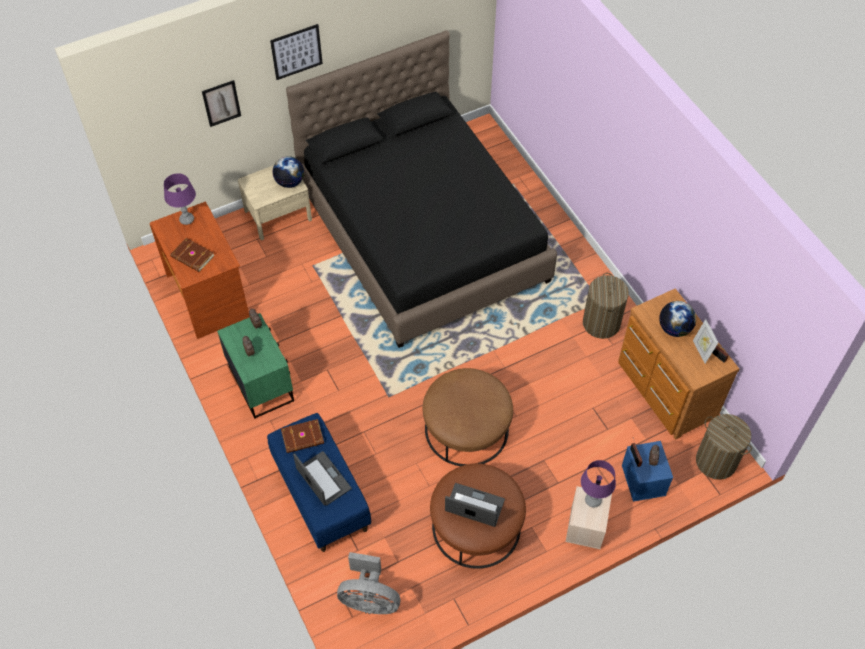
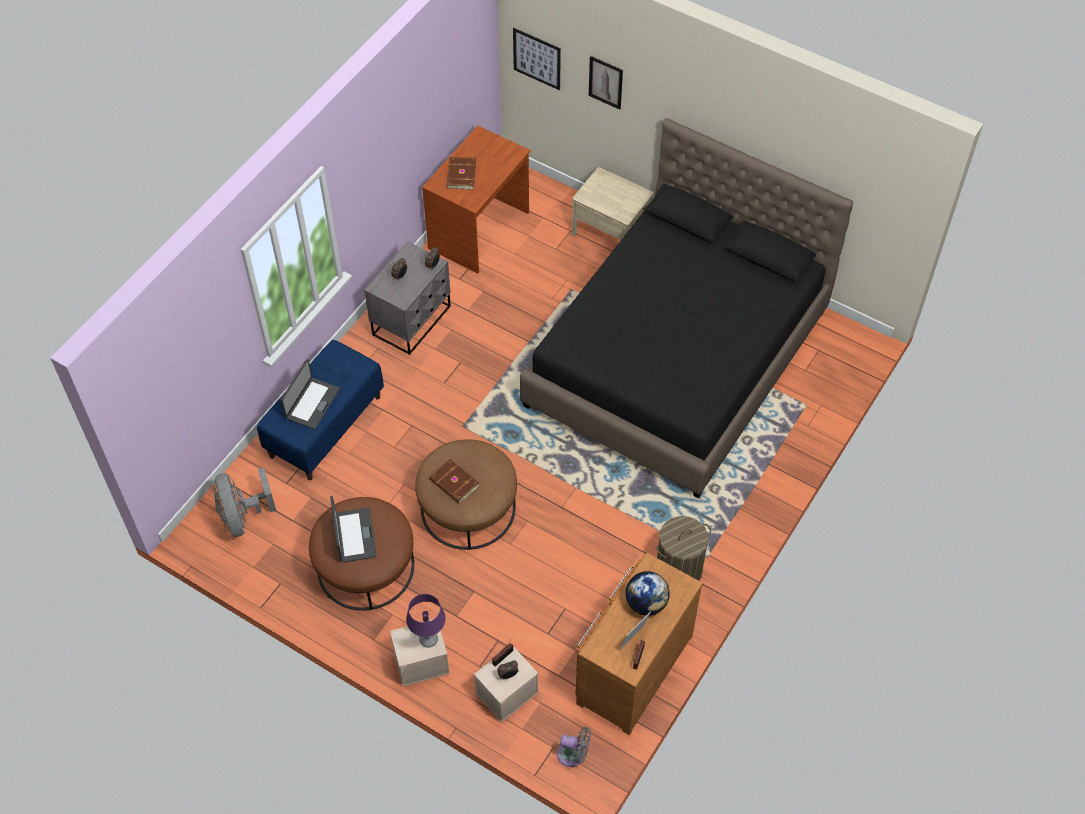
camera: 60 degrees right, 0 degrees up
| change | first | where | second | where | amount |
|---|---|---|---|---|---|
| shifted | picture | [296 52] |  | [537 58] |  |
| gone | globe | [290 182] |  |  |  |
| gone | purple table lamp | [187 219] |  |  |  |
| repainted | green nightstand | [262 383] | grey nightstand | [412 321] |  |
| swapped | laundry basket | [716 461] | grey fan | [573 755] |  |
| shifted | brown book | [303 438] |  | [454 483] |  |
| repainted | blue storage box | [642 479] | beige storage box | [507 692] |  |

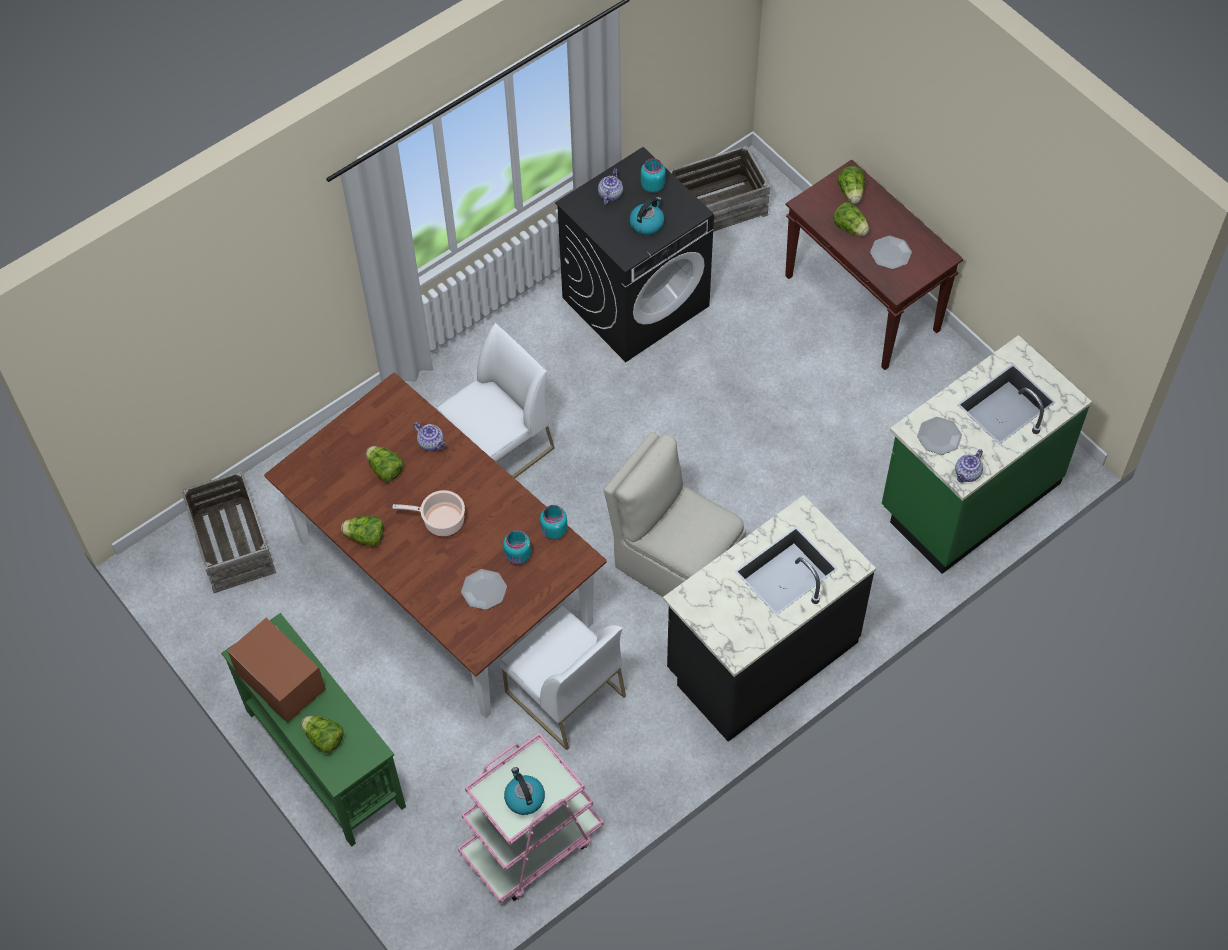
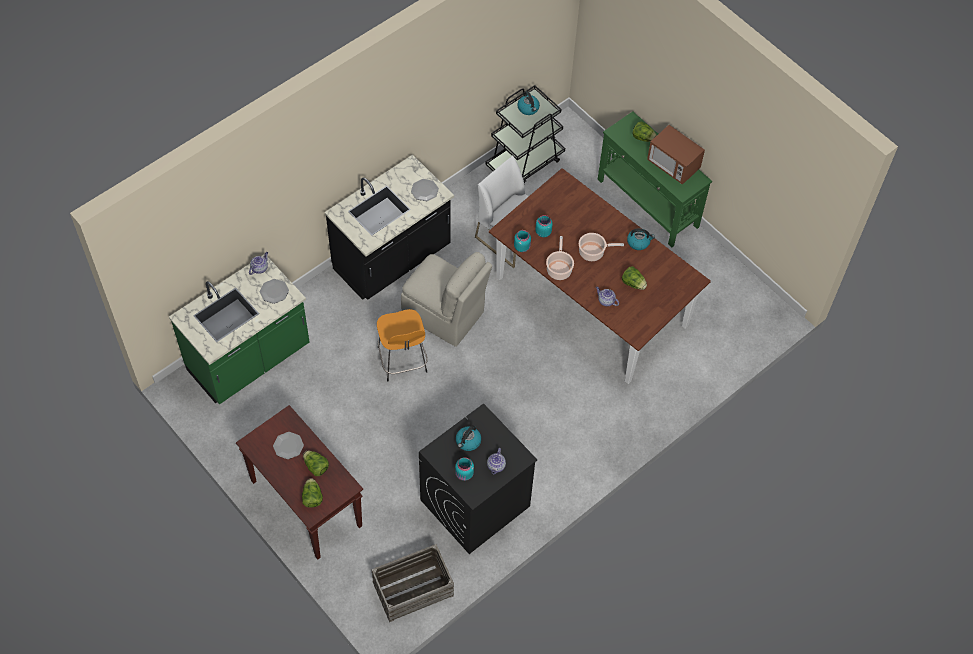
camera: 175 degrees right, 0 degrees up
| change | first | where | second | where | amount |
|---|---|---|---|---|---|
| gone | white chair | [498 448] |  |  |  |
| gone | crate | [233 543] |  |  |  |
| swapped | lettuce | [365 537] | kettle | [638 242] |  |
| shifted | plate | [484 590] |  | [424 190] |  |
| repainted | pink cart | [531 843] | black cart | [525 162] |  |
| new |  |  | cooking pot | [559 269] |  |
| new |  |  | orange stool | [402 361] |  |

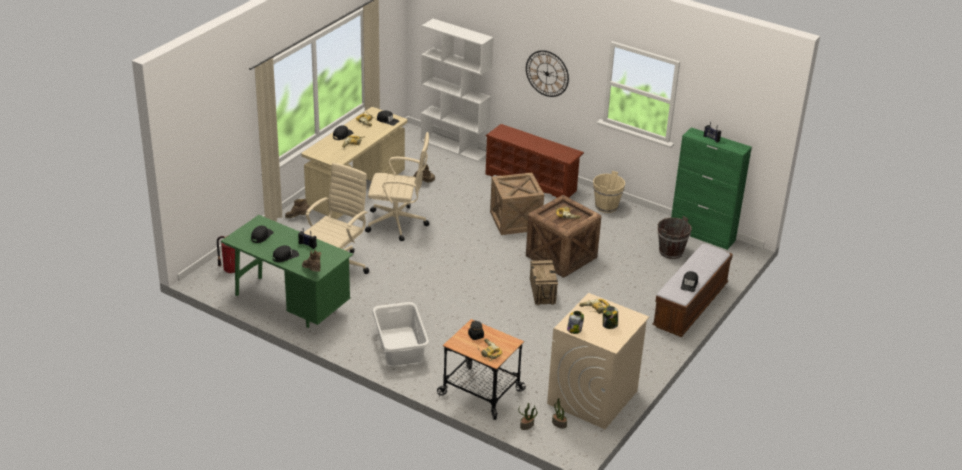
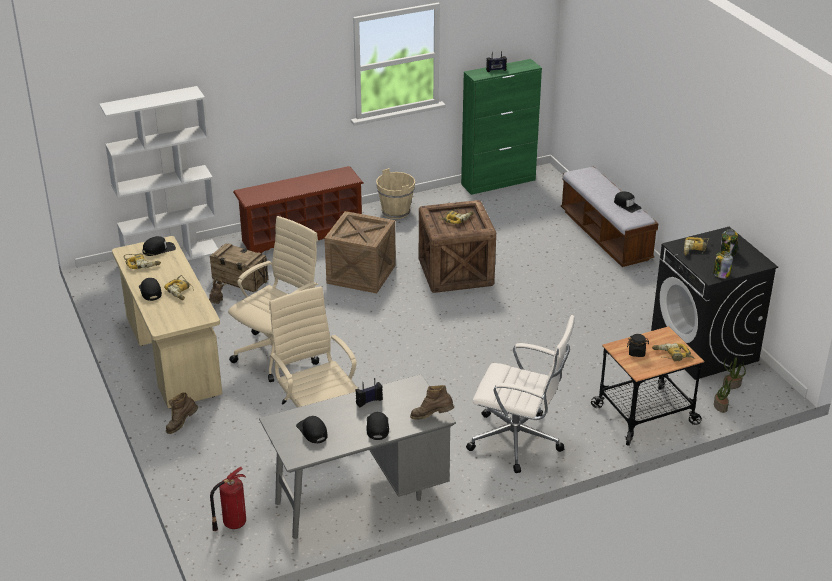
camera: 55 degrees left, 0 degrees up
| change | first | where | second | where | amount |
|---|---|---|---|---|---|
| gone | wall clock | [547 73] |  |  |  |
| repainted | green desk | [289 304] | grey desk | [359 498] |  |
| gone | brown bucket | [671 252] |  |  |  |
| shifted | crate | [542 291] |  | [239 280] |  |
| repainted | beige washing machine | [592 398] | black washing machine | [704 348] |  |
| swapped | white laundry basket | [399 346] | white office chair | [518 441] |  |

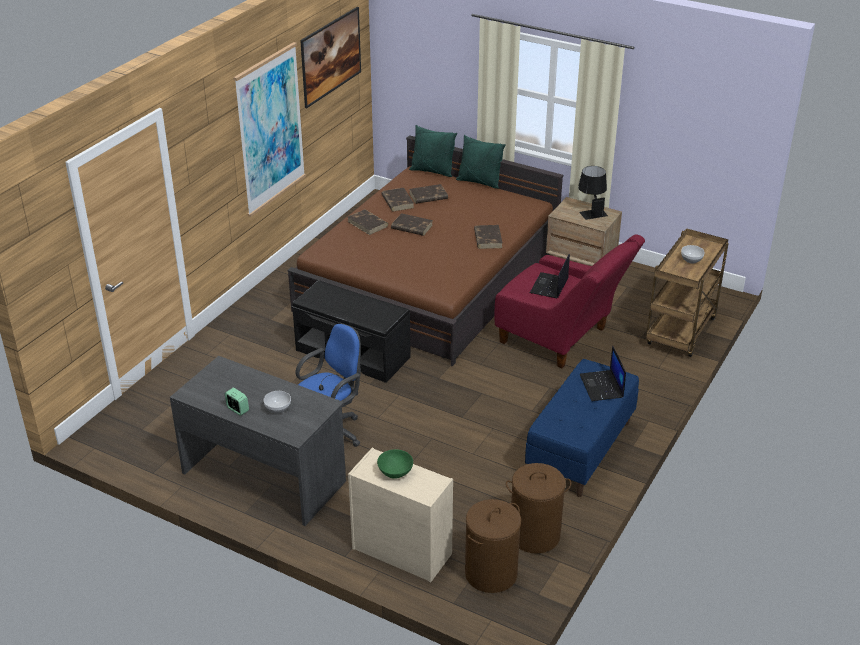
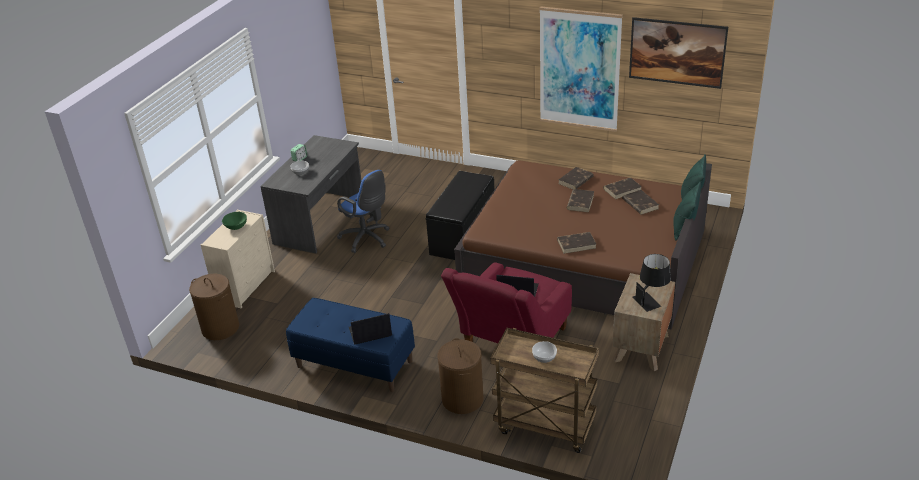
camera: 85 degrees right, 0 degrees up
| change | first | where | second | where | amount |
|---|---|---|---|---|---|
| shifted | brown laundry basket | [535 535] |  | [462 399] |  |

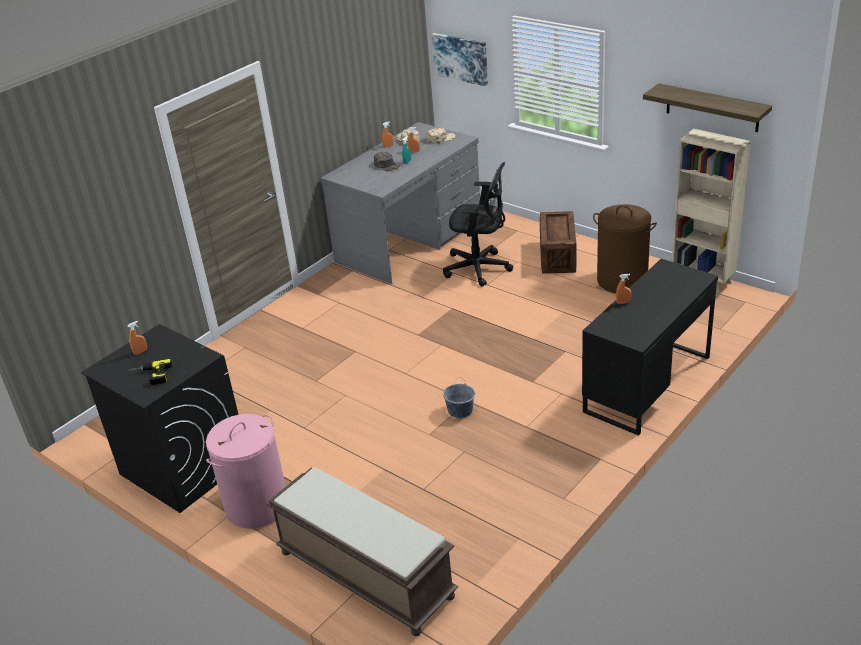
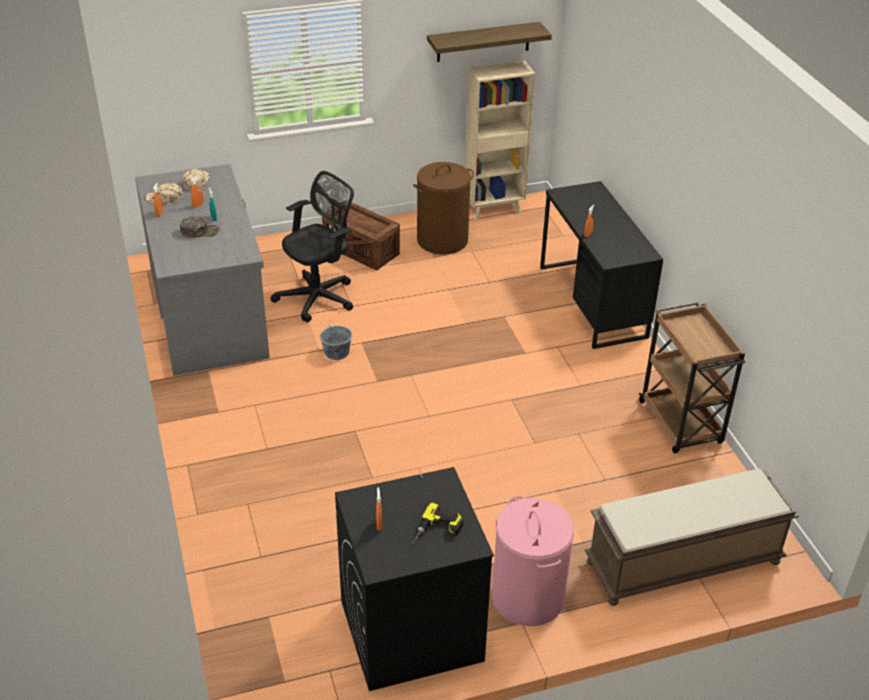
camera: 60 degrees left, 5 degrees up
| change | first | where | second | where | amount |
|---|---|---|---|---|---|
| gone | picture | [461 58] |  |  |  |
| shifted | grey bucket | [460 410] |  | [337 352] |  |
| new |  |  | brown cart | [681 424] |  |

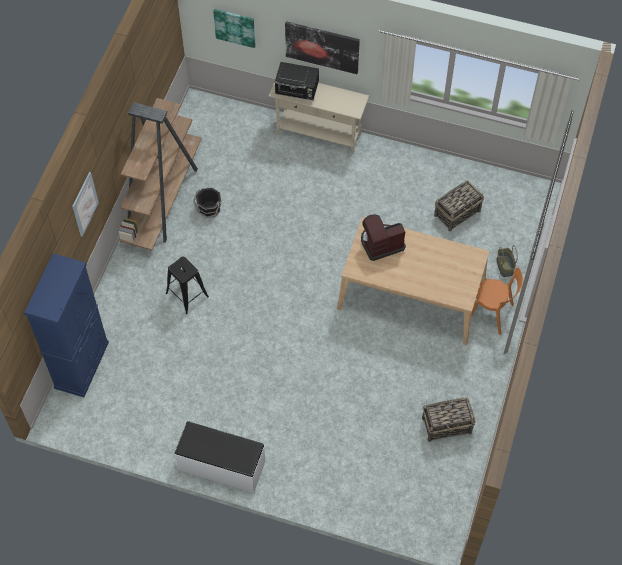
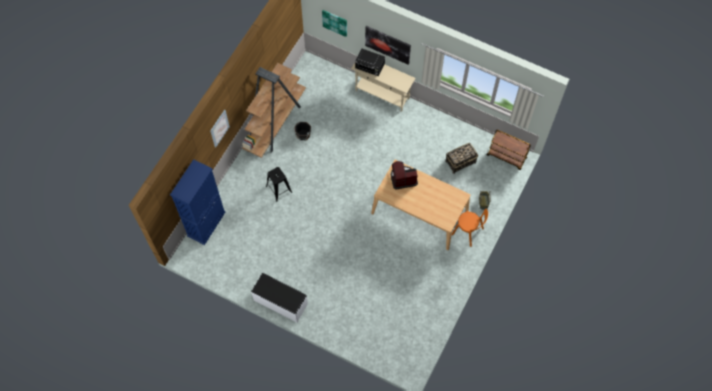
camera: 10 degrees right, 5 degrees up
| change | first | where | second | where | amount |
|---|---|---|---|---|---|
| gone | basket | [447 425] |  |  |  |
| new |  |  | brown cart | [507 156] |  |

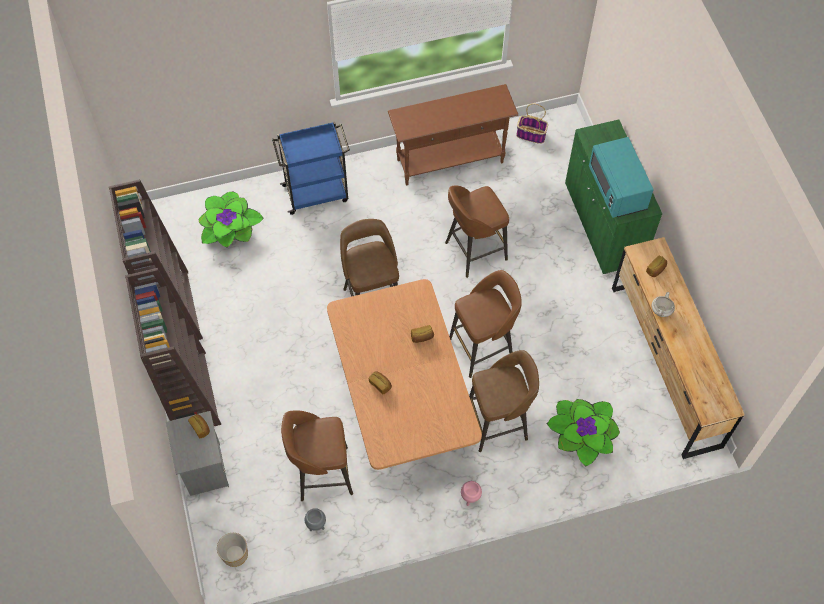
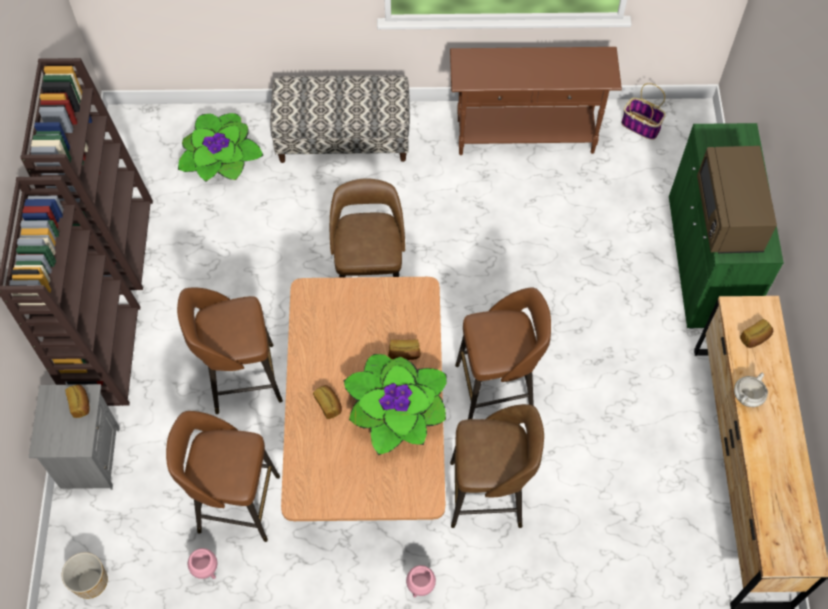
camera: 15 degrees right, 0 degrees up
| change | first | where | second | where | amount |
|---|---|---|---|---|---|
| swapped | blue cart | [317 193] | bench | [343 139] |  |
| repainted | turquoise microwave | [617 189] | brown microwave | [729 216] |  |
| shifted | brown stool | [474 251] |  | [241 379] |  |
| shifted | potted plant | [582 435] |  | [396 412] |  |
| repainted | grey planter | [316 525] | pink planter | [206 571] |  |

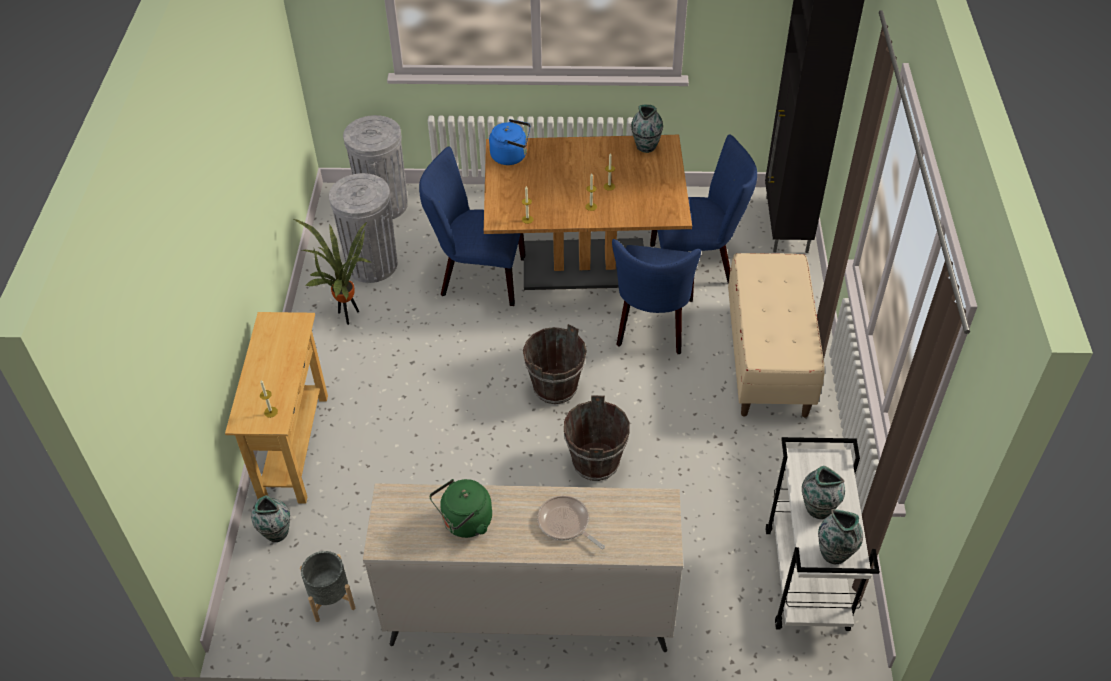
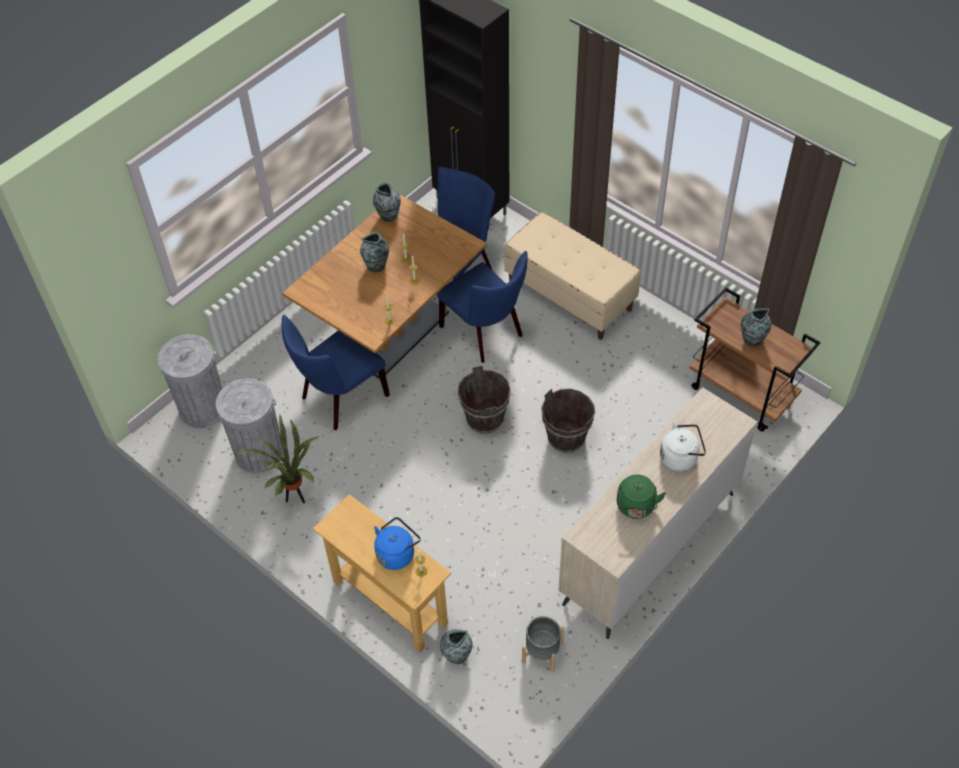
camera: 50 degrees left, 5 degrees up
| change | first | where | second | where | amount |
|---|---|---|---|---|---|
| shifted | blue kettle | [511 156] |  | [397 553] |  |
| repainted | white cart | [807 579] | brown cart | [742 393] |  |
| swapped | frying pan | [566 523] | white kettle | [680 457] |  |
| shifted | vase | [835 553] |  | [376 266] |  |

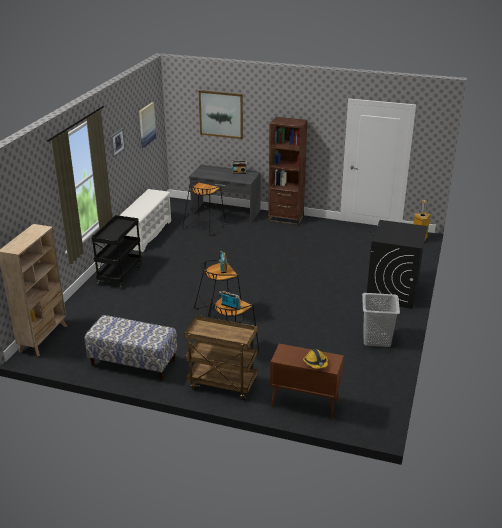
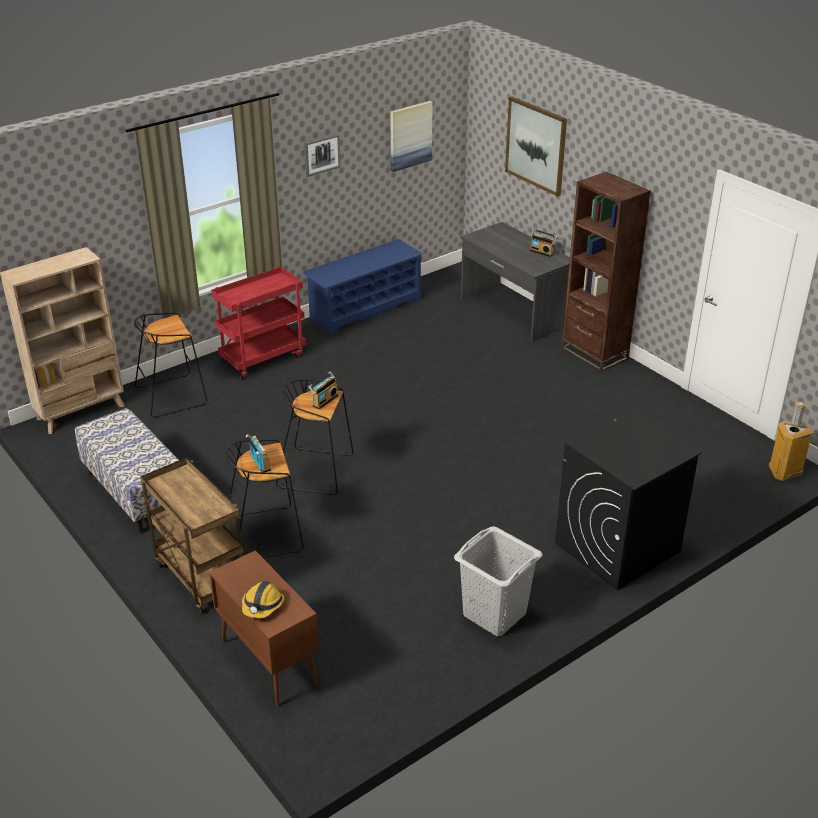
camera: 35 degrees right, 5 degrees up
| change | first | where | second | where | amount |
|---|---|---|---|---|---|
| shifted | black stool | [204 226] |  | [172 395] |  |
| repainted | white shoe rack | [146 234] | blue shoe rack | [365 309] |  |
| repainted | black cart | [120 274] | red cart | [263 358] |  |

